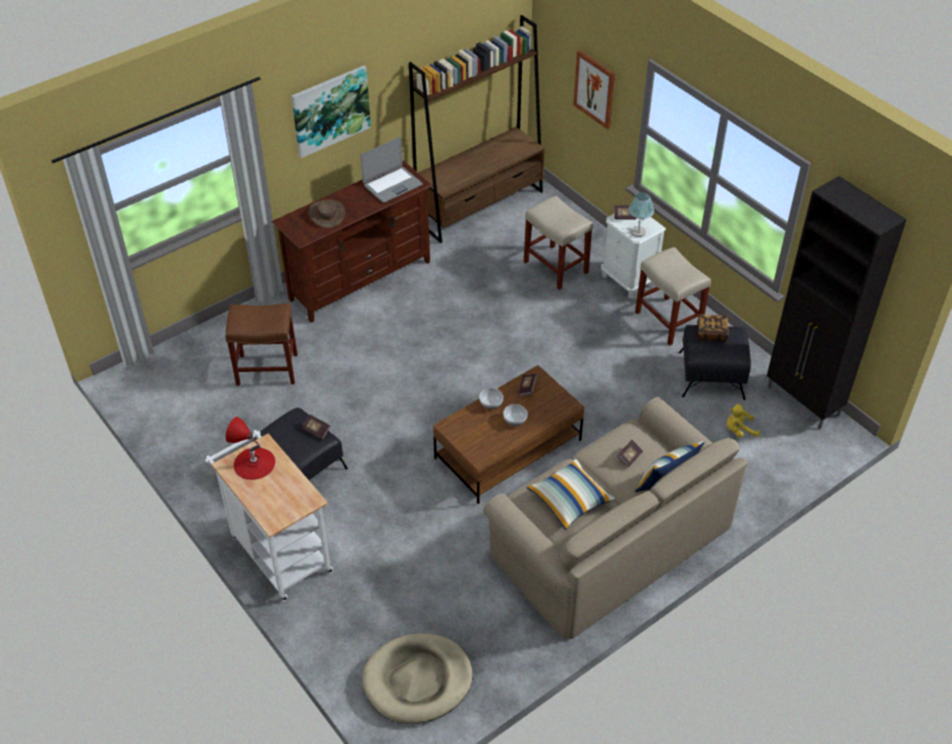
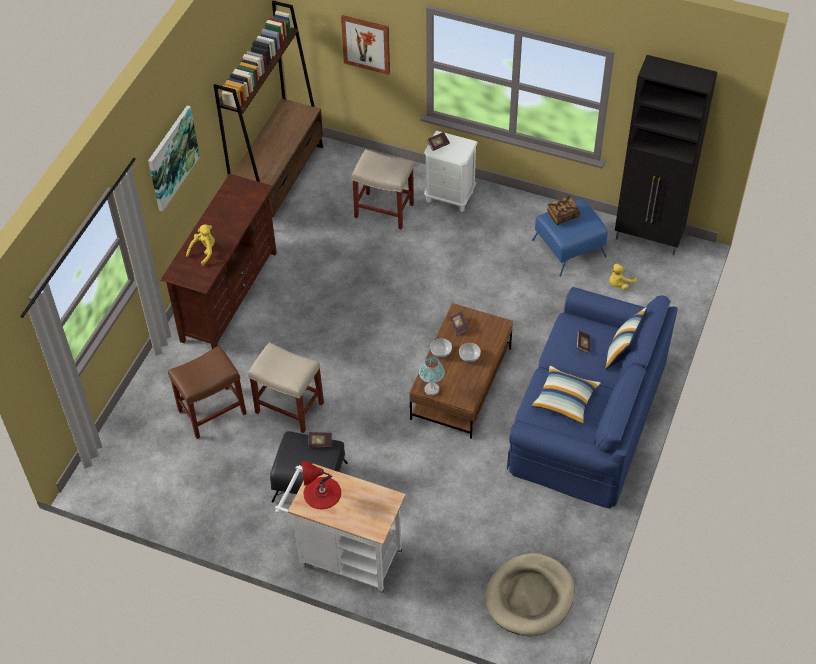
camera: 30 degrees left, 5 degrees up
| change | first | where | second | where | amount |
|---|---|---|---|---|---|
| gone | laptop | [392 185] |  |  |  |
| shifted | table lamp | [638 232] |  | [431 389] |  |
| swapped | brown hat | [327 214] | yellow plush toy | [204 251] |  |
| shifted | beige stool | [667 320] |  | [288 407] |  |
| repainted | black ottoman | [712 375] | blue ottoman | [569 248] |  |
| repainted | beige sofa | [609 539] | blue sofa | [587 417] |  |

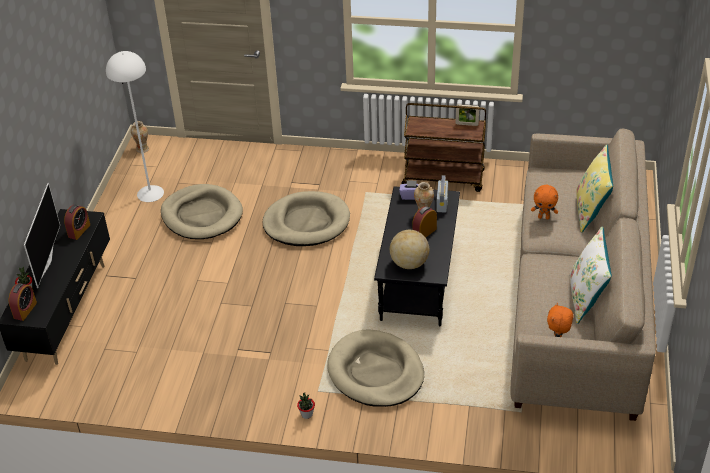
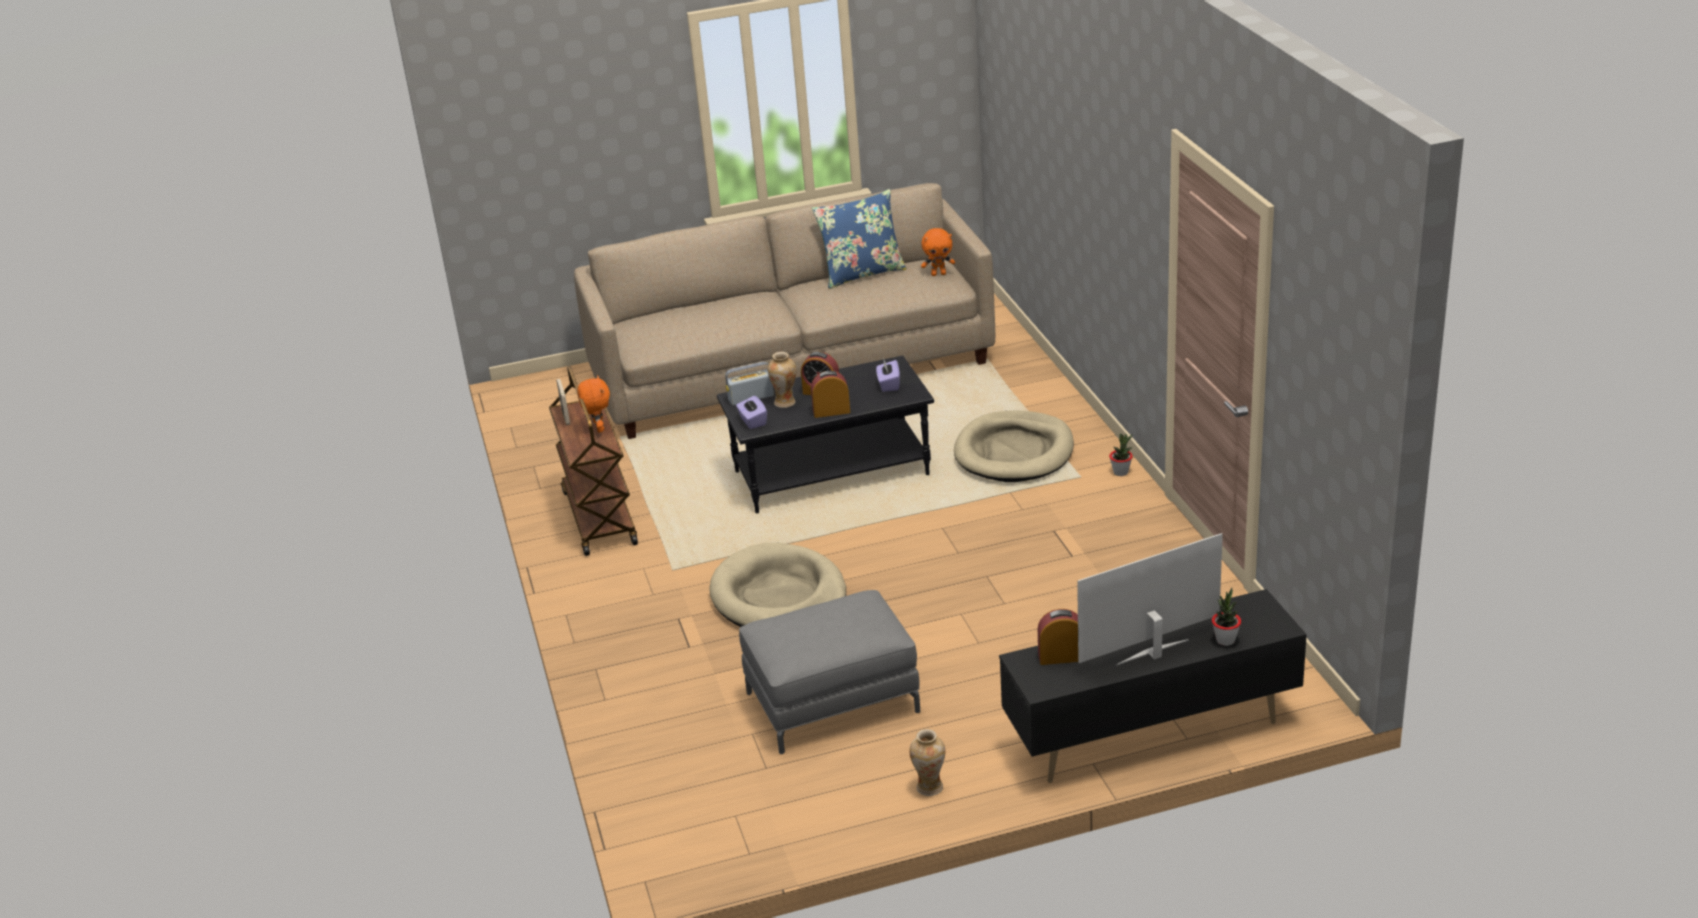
camera: 115 degrees left, 10 degrees down
| change | first | where | second | where | amount |
|---|---|---|---|---|---|
| gone | white floor lamp | [150 193] |  |  |  |
| shifted | vase | [142 149] |  | [929 787] |  |
| gone | yellow pillow | [590 211] |  |  |  |
| swapped | beige dog bed | [202 215] | grey ottoman | [832 702] |  |
| shifted | orange plush toy | [544 217] |  | [598 428] |  |
| repainted | white pillow | [586 298] | blue pillow | [862 273] |  |
| swapped | globe | [409 263] | purple tissue box | [888 385] |  |
| shifted | alarm clock | [25 310] |  | [831 411] |  |

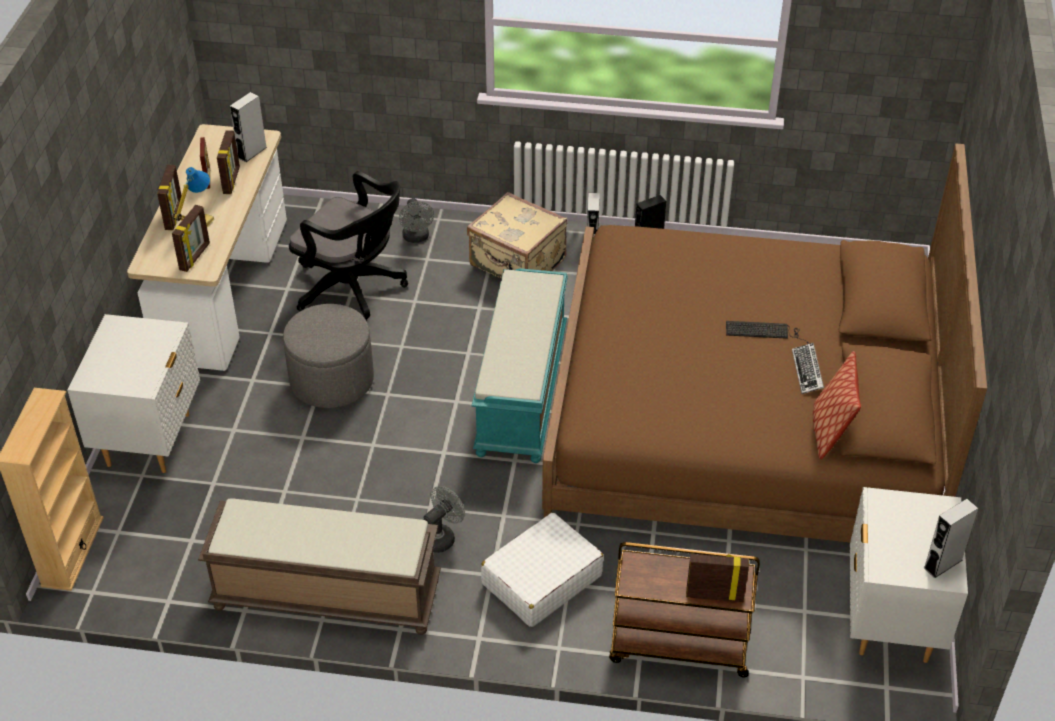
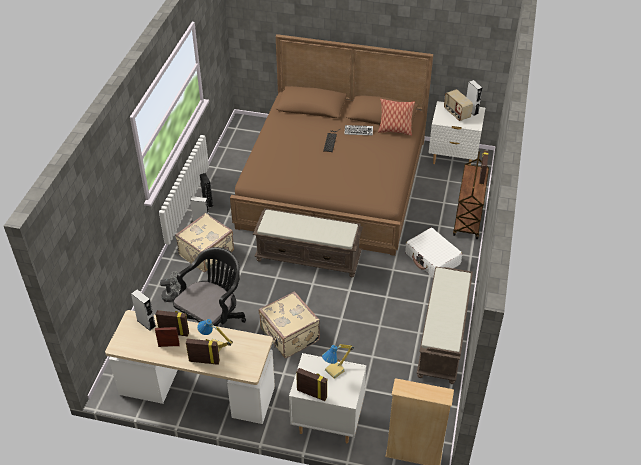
camera: 85 degrees left, 0 degrees up
| change | first | where | second | where | amount |
|---|---|---|---|---|---|
| shifted | picture frame | [195 257] |  | [312 393] |  |
| repainted | turquoise bench | [523 392] | brown bench | [309 257] |  |
| swapped | grey ottoman | [332 380] | beige suitcase | [289 336] |  |
| gone | grey fan | [442 536] |  |  |  |
| new |  |  | radio | [456 113] |  |
| new |  |  | table lamp | [335 371] |  |

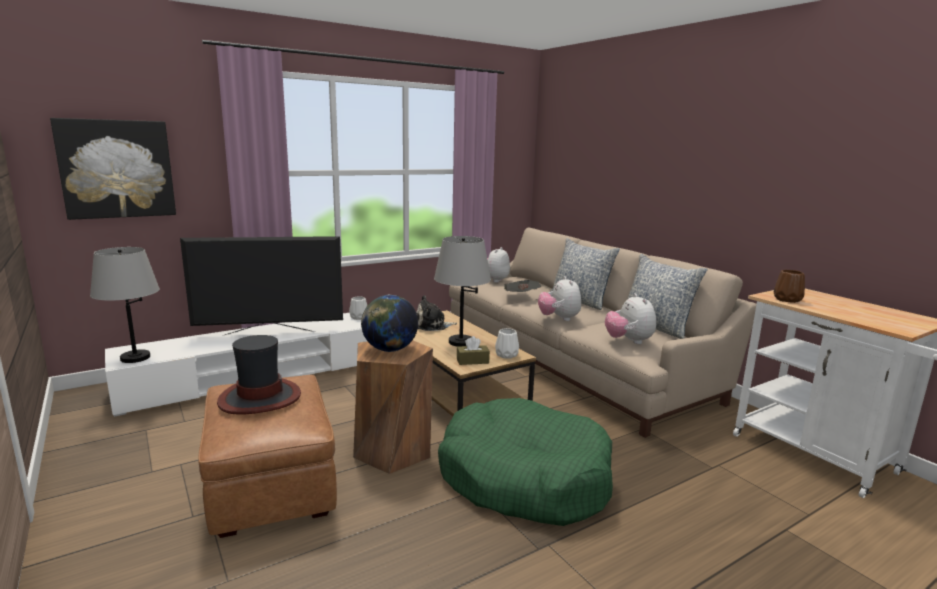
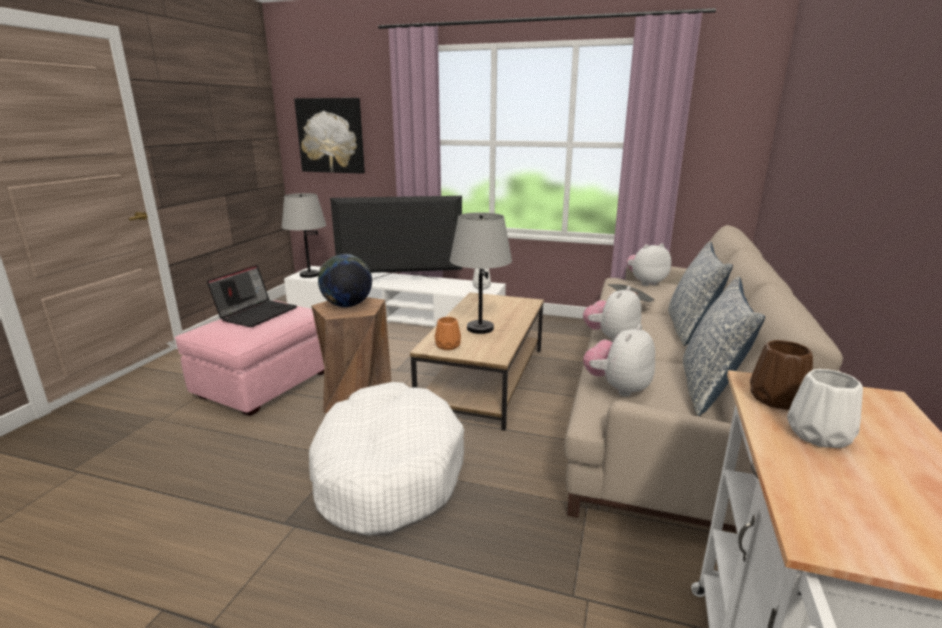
camera: 50 degrees right, 5 degrees up
| change | first | where | second | where | amount |
|---|---|---|---|---|---|
| rotated | television | [269 333] |  | [401 281] | 135 degrees clockwise |
| gone | plush toy | [432 325] |  |  |  |
| shifted | white vase | [507 355] |  | [820 435] |  |
| swapped | hat | [259 398] | laptop | [257 313] |  |
| swapped | brown tissue box | [472 361] | orange vase | [447 346] |  |
| repainted | brown ottoman | [271 485] | pink ottoman | [266 383] |  |
| repainted | green dog bed | [524 478] | white dog bed | [386 471] |  |

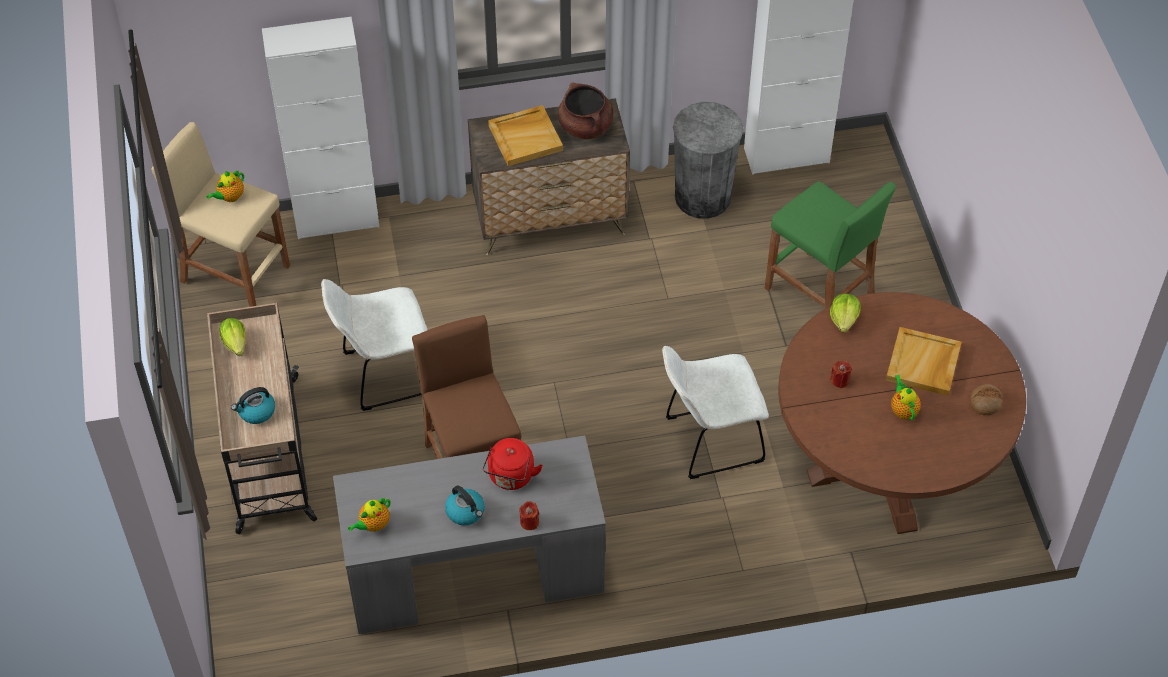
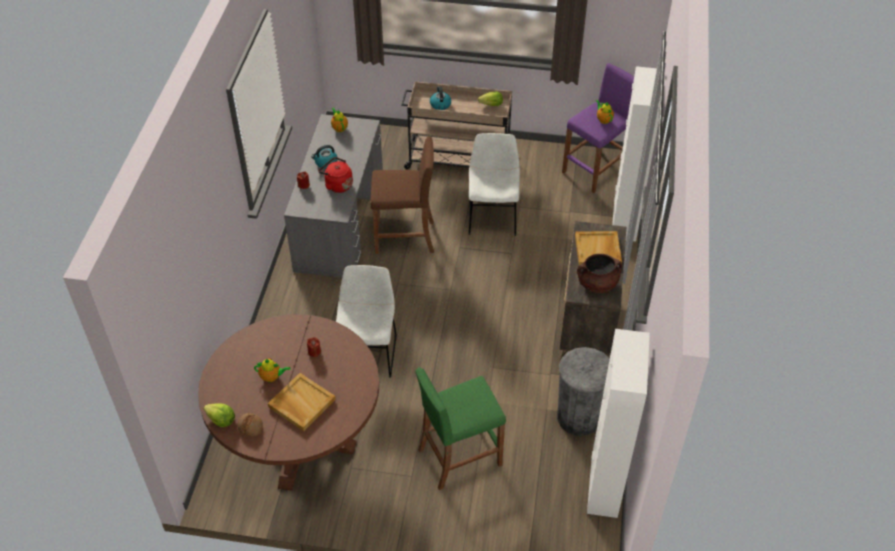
camera: 110 degrees right, 5 degrees down
| change | first | where | second | where | amount |
|---|---|---|---|---|---|
| repainted | beige stool | [234 274] | purple stool | [596 169] |  |
| shifted | lettuce | [844 319] |  | [221 420] |  |

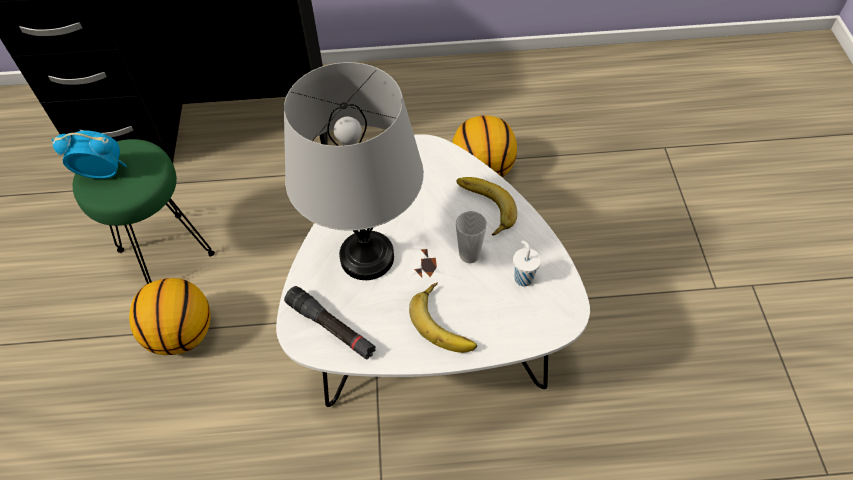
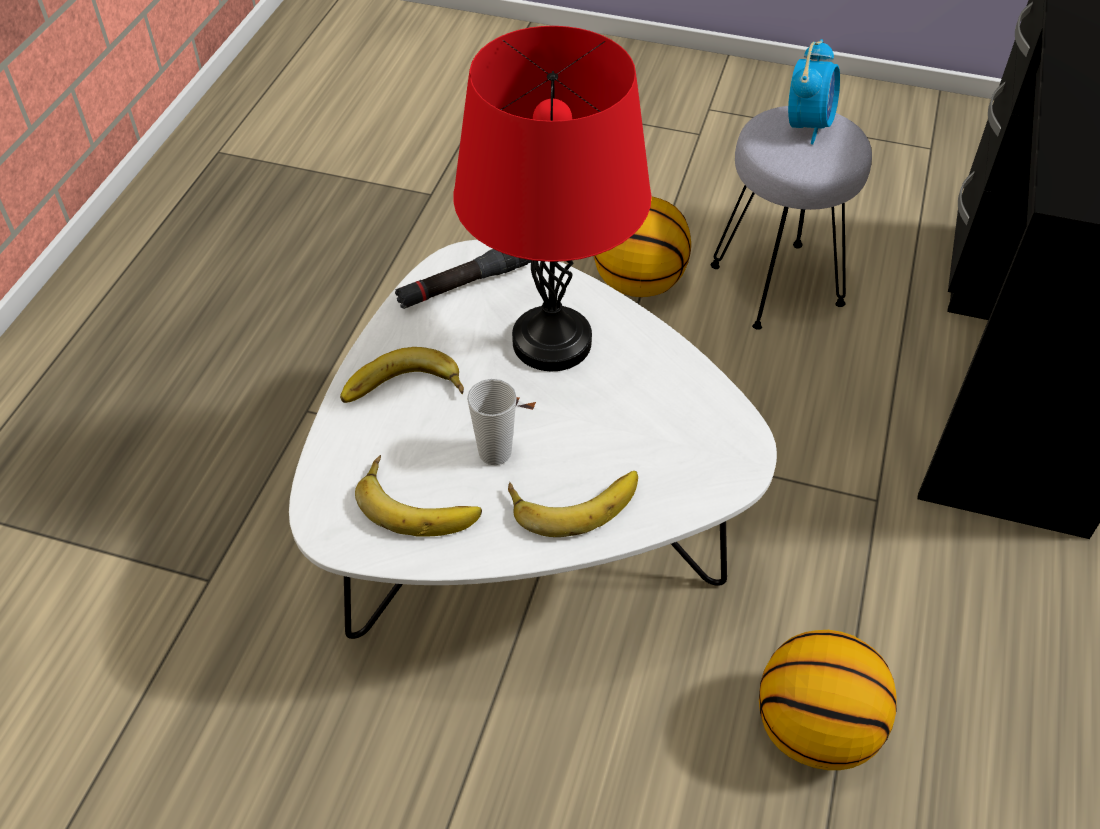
camera: 110 degrees right, 5 degrees down
| change | first | where | second | where | amount |
|---|---|---|---|---|---|
| repainted | grey table lamp | [367 257] | red table lamp | [551 342] |  |
| repainted | green stool | [164 253] | grey stool | [776 283] |  |
| swapped | white cup | [523 277] | banana | [420 501] |  |

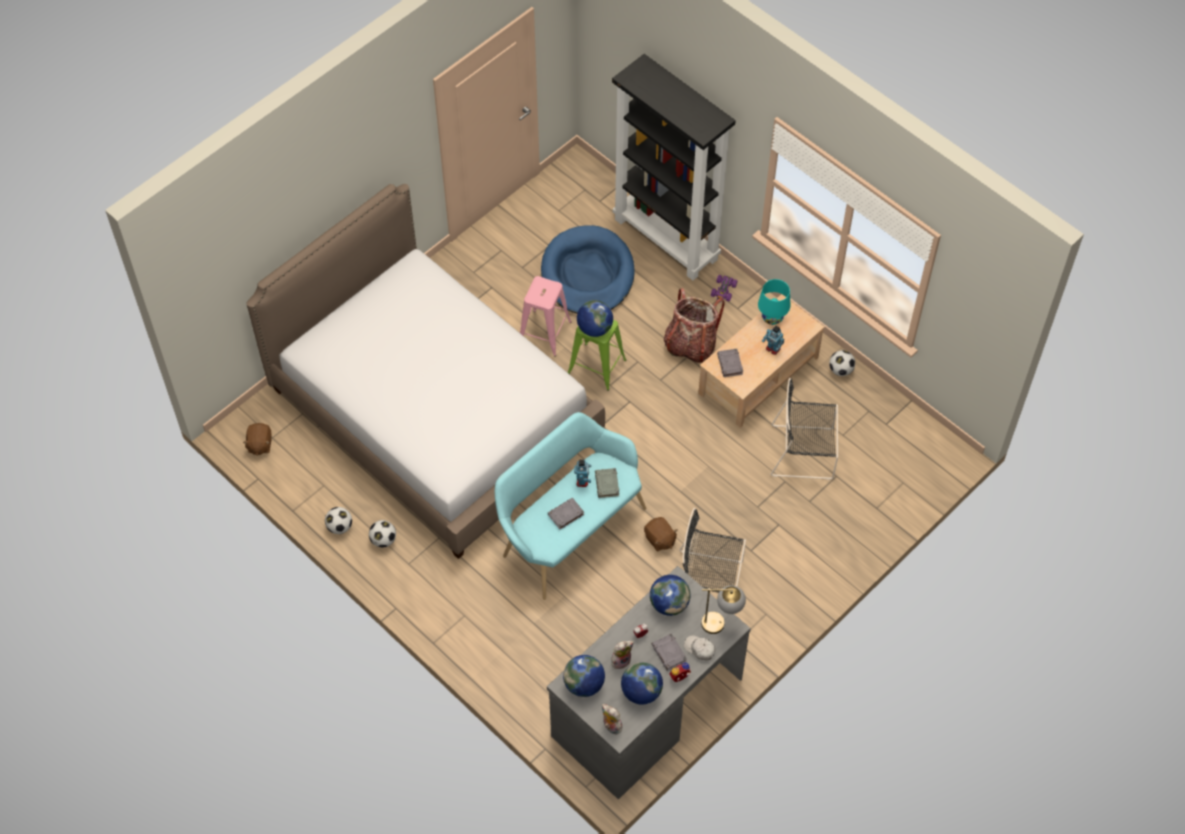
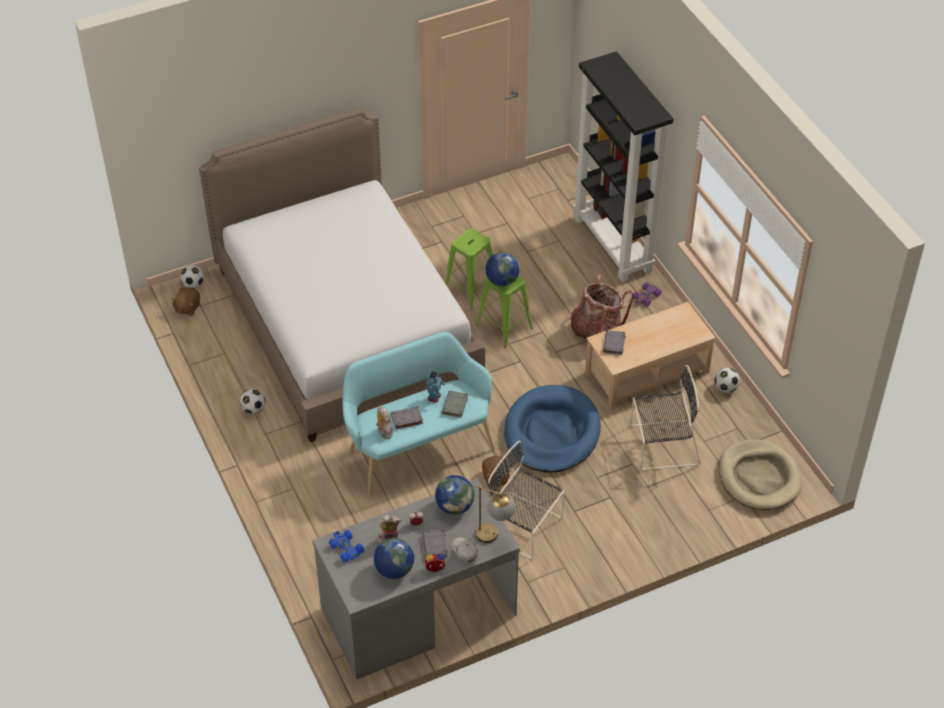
camera: 20 degrees right, 10 degrees down
| change | first | where | second | where | amount |
|---|---|---|---|---|---|
| shifted | blue dog bed | [587 274] |  | [551 433] |  |
| repainted | pink stool | [544 333] | green stool | [470 288] |  |
| gone | turquoise table lamp | [772 318] |  |  |  |
| gone | toy robot | [772 349] |  |  |  |
| rotated | black chair | [805 452] |  | [661 445] | 150 degrees clockwise |
| shifted | football | [339 527] |  | [193 285] |  |
| swapped | globe | [584 684] | blue toy car | [346 548] |  |
| shifted | plush toy | [611 726] |  | [383 432] |  |
| new |  |  | beige dog bed | [759 477] |  |

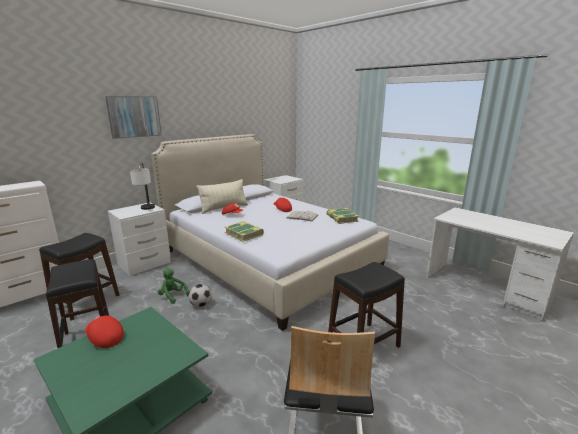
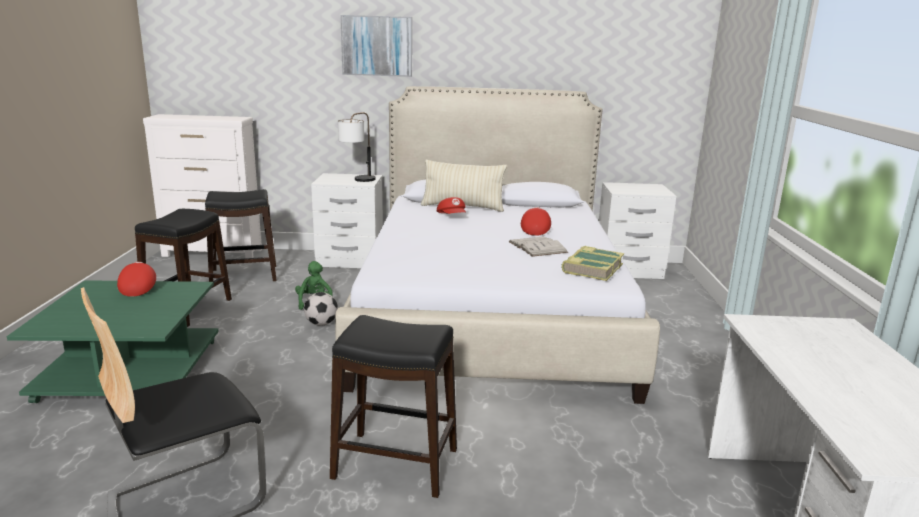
camera: 45 degrees right, 0 degrees up
| change | first | where | second | where | amount |
|---|---|---|---|---|---|
| gone | book | [244 234] |  |  |  |

